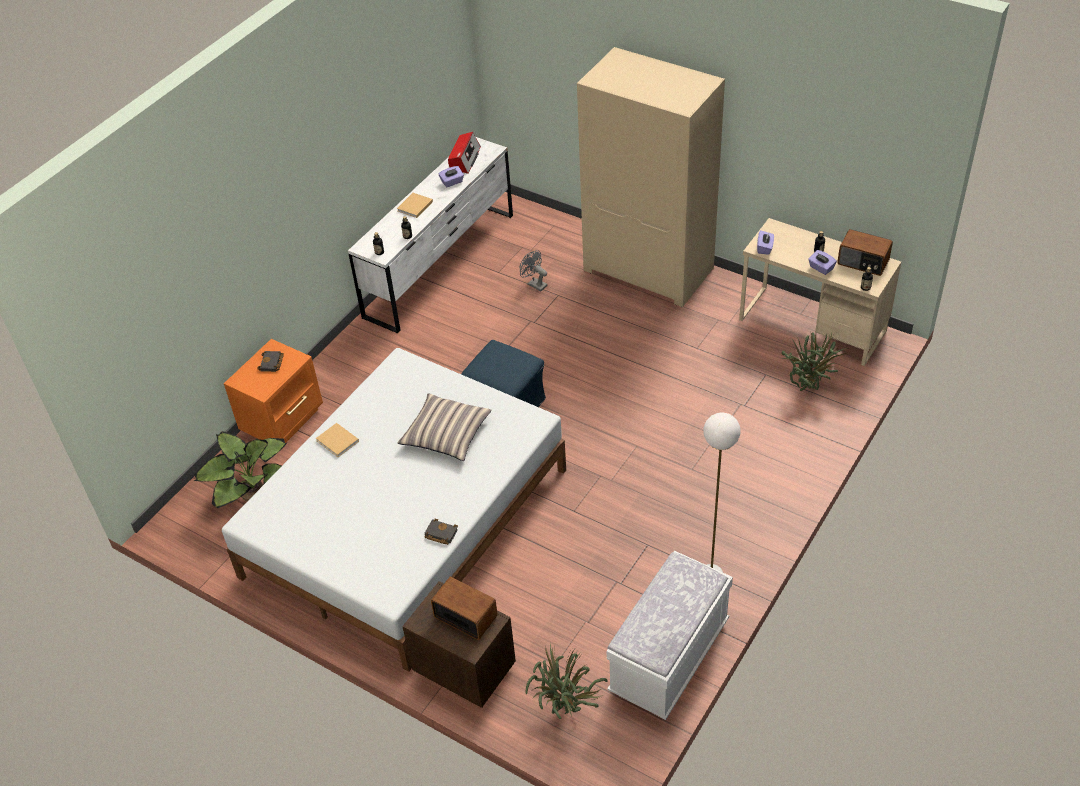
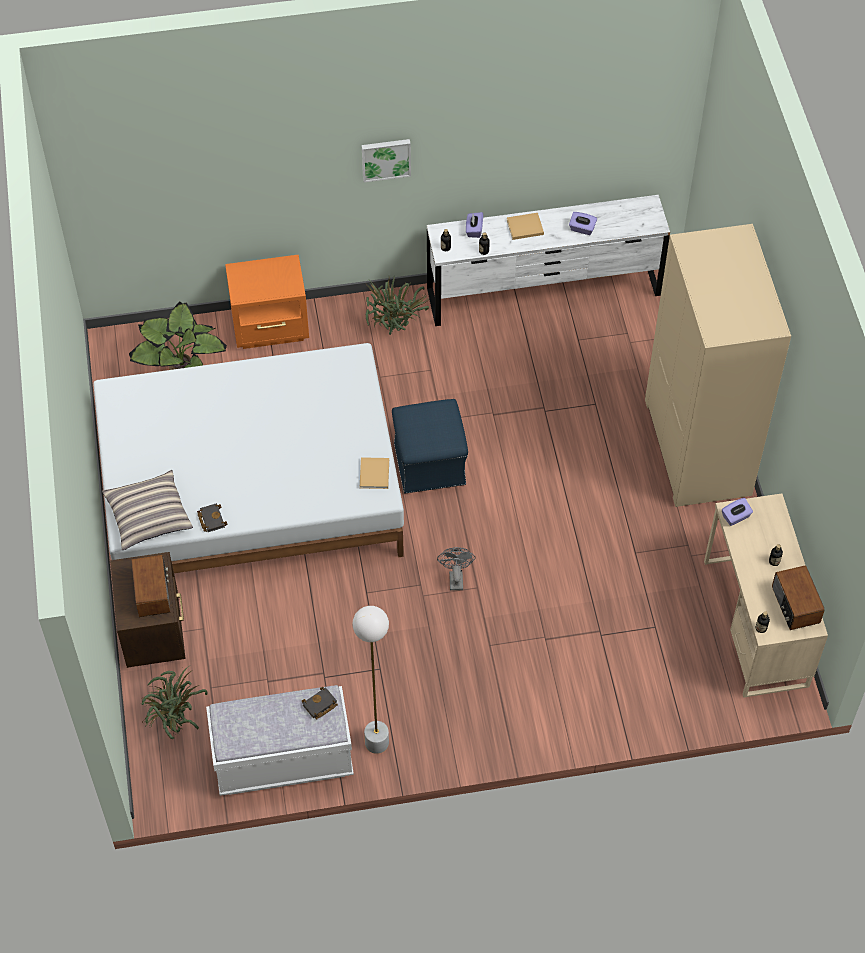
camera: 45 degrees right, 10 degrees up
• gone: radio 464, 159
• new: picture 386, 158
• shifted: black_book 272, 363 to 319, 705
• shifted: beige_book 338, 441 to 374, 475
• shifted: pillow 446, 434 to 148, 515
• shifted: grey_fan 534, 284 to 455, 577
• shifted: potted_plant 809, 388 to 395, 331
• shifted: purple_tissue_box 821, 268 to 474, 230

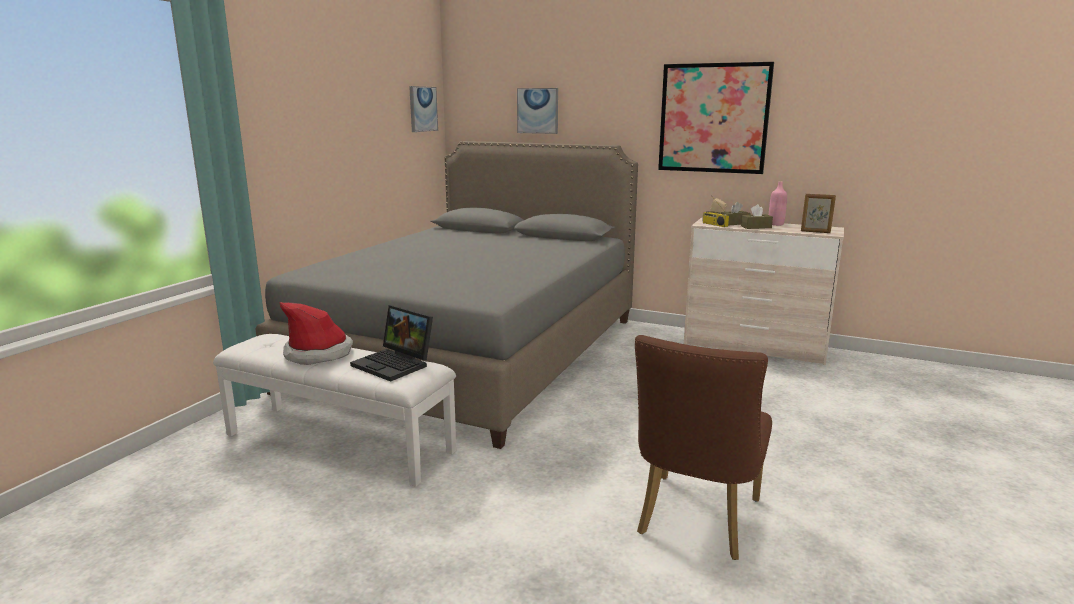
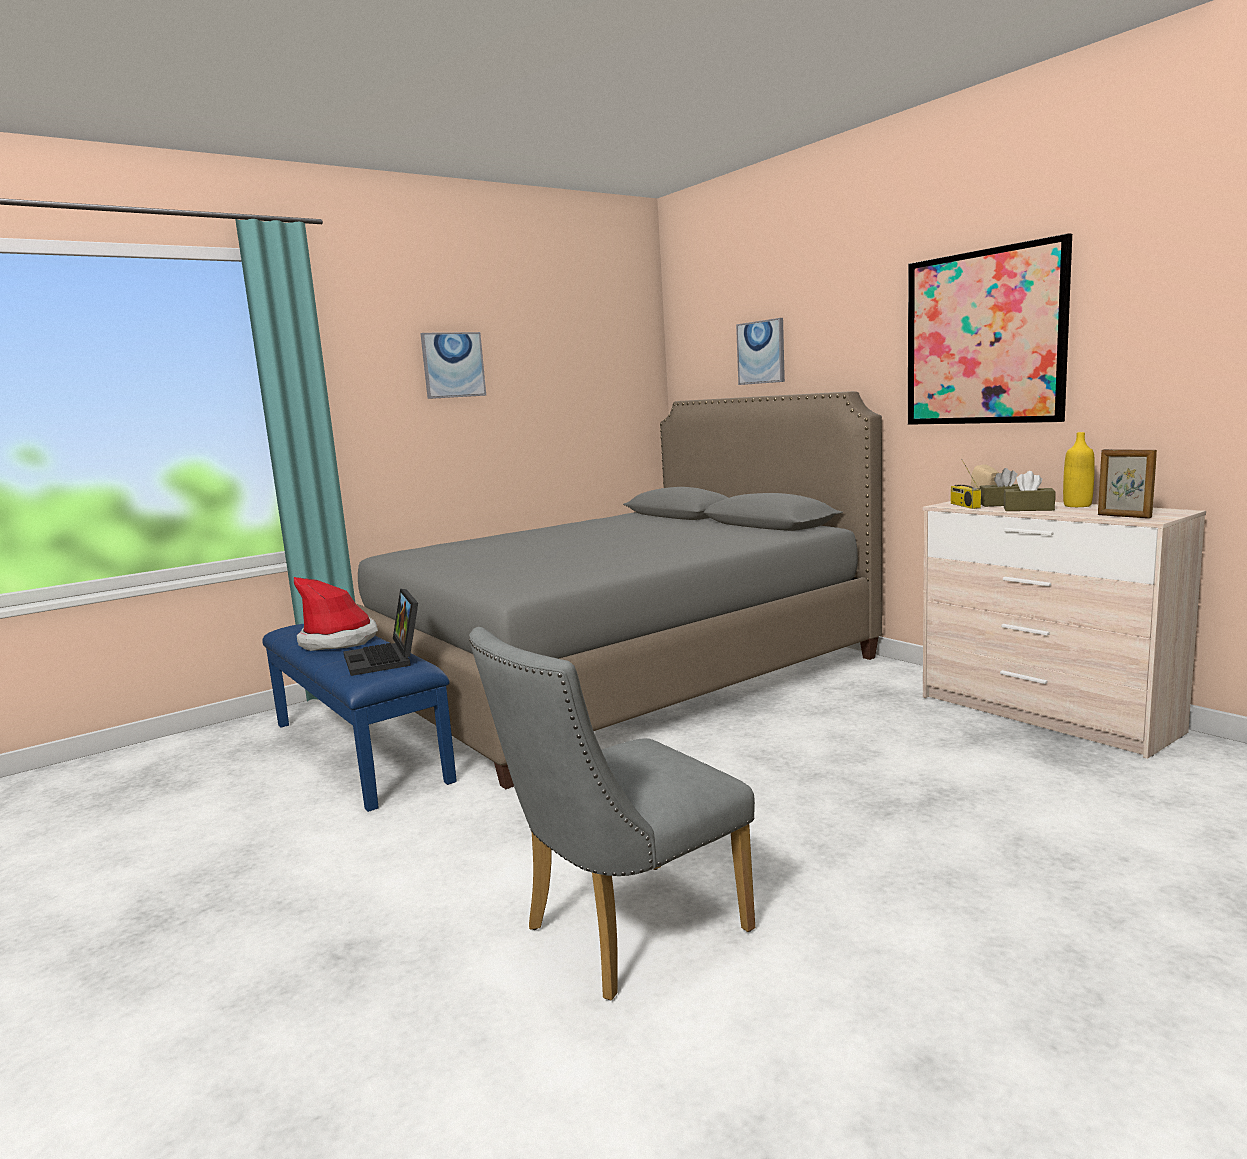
camera: 30 degrees right, 5 degrees down
• shifted: picture 423, 109 to 453, 365
• repainted: white_bench 340, 442 to blue_bench 360, 750
• repainted: brown_chair 695, 522 to grey_chair 622, 934
• repainted: pink_bottle 775, 224 to yellow_bottle 1077, 505

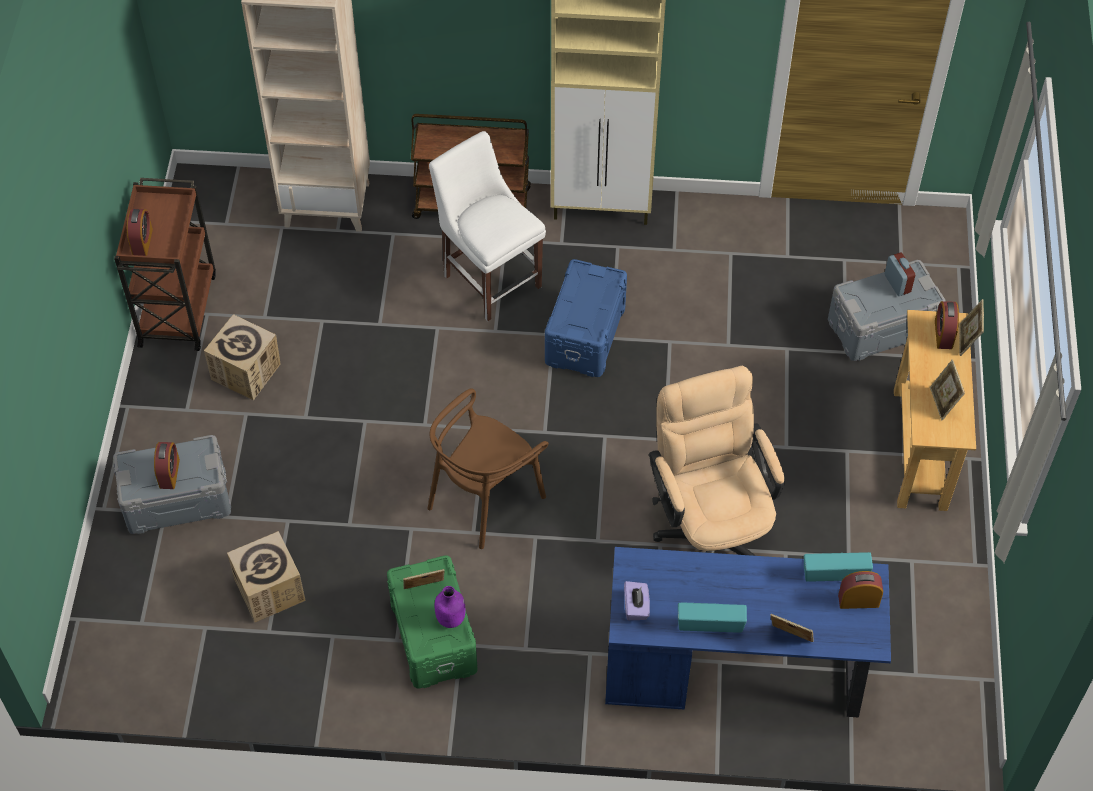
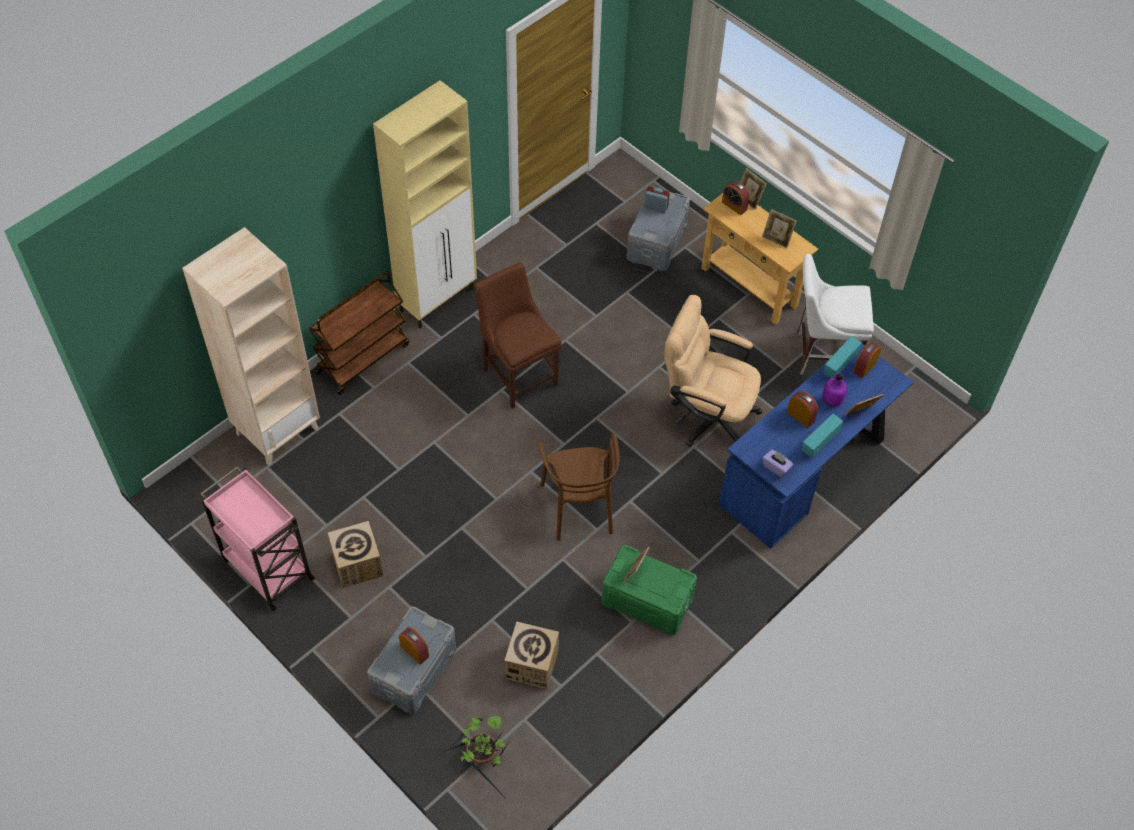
camera: 50 degrees left, 0 degrees up
• new: potted_plant 483, 756
• shifted: alarm_clock 142, 241 to 800, 416
• shifted: white_chair 489, 278 to 822, 353
• shifted: purple_bottle 451, 618 to 832, 401
• swapped: blue_storage_box 586, 334 to brown_chair 518, 374
• repainted: brown_cart 178, 308 to pink_cart 266, 567

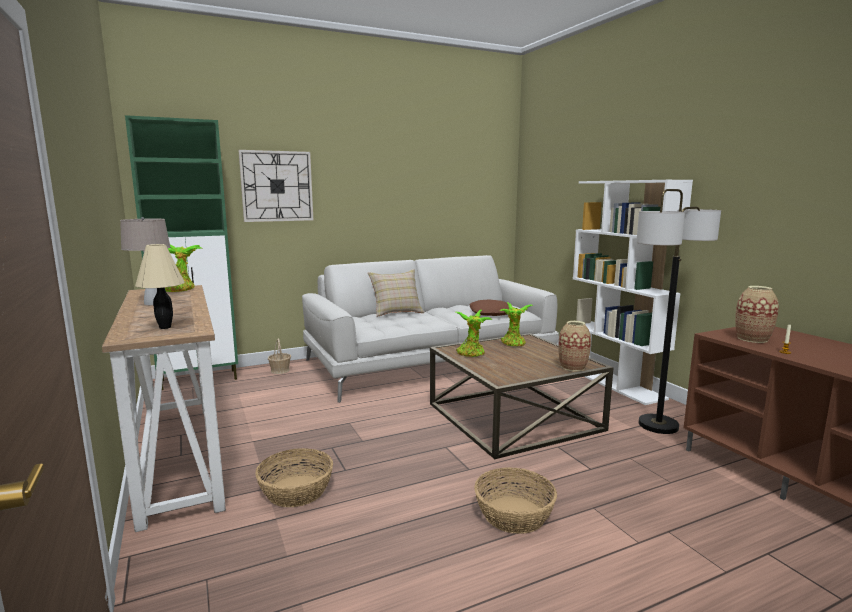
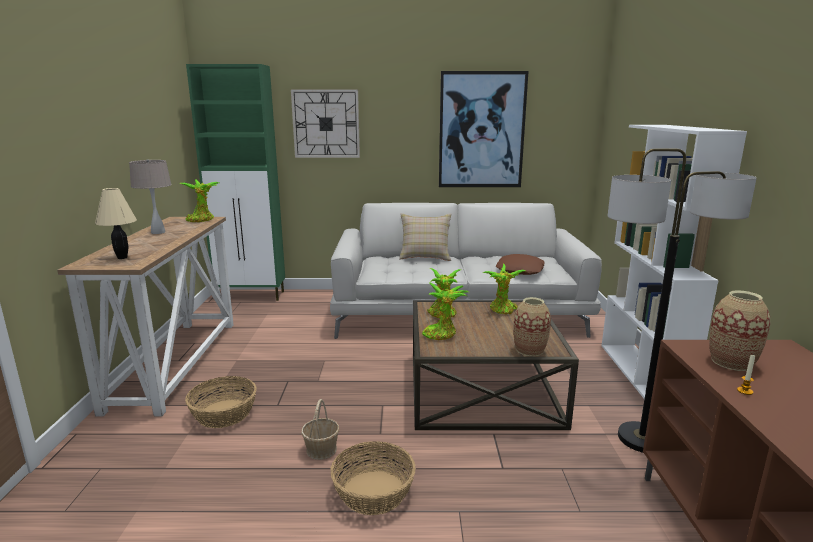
camera: 25 degrees right, 5 degrees up
• new: potted_plant 442, 334
• new: picture 481, 130
• shifted: basket 280, 370 to 321, 449

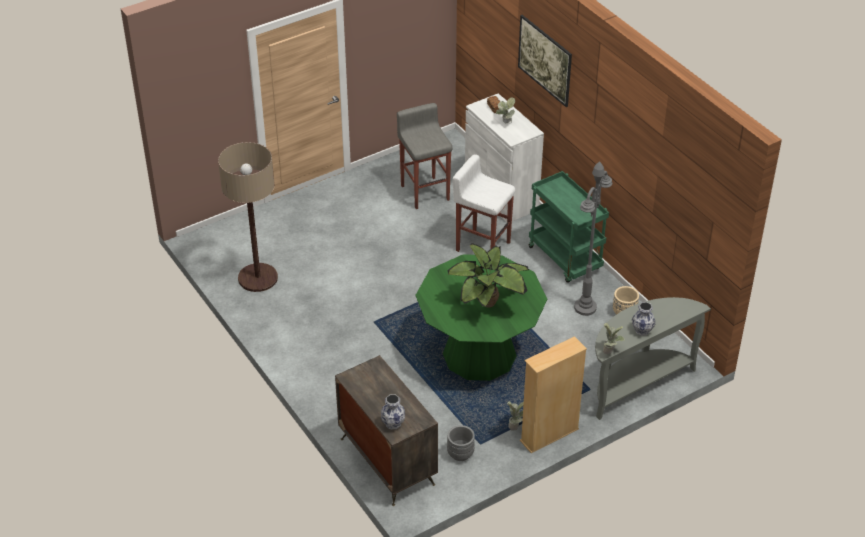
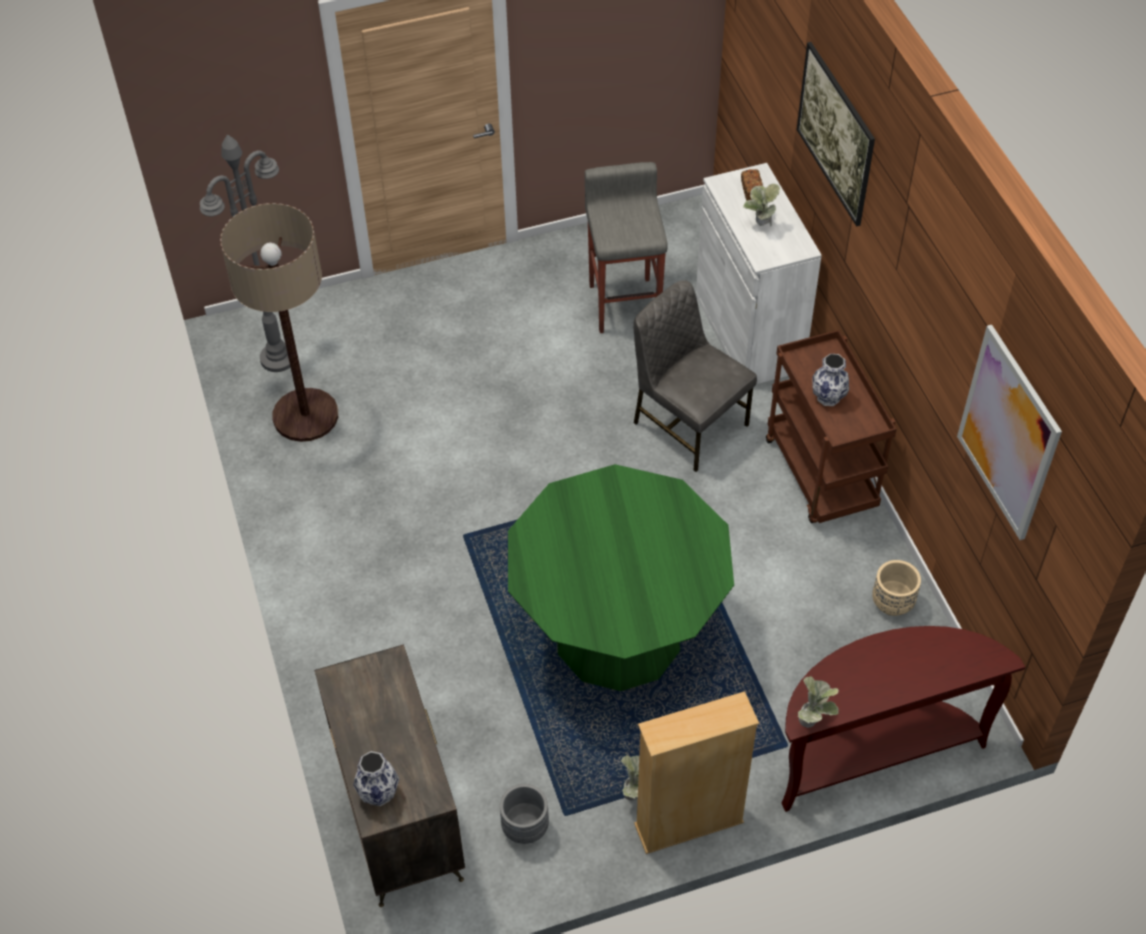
camera: 15 degrees right, 10 degrees up
• gone: potted_plant 489, 304
• new: picture 1008, 433
• shifted: grey_floor_lamp 585, 307 to 278, 358
• shifted: vase 641, 331 to 827, 397
• swapped: white_stool 482, 246 to grey_chair 688, 423
• repainted: green_cart 566, 259 to brown_cart 822, 476
• repainted: grey_console_table 637, 383 to brown_console_table 873, 751

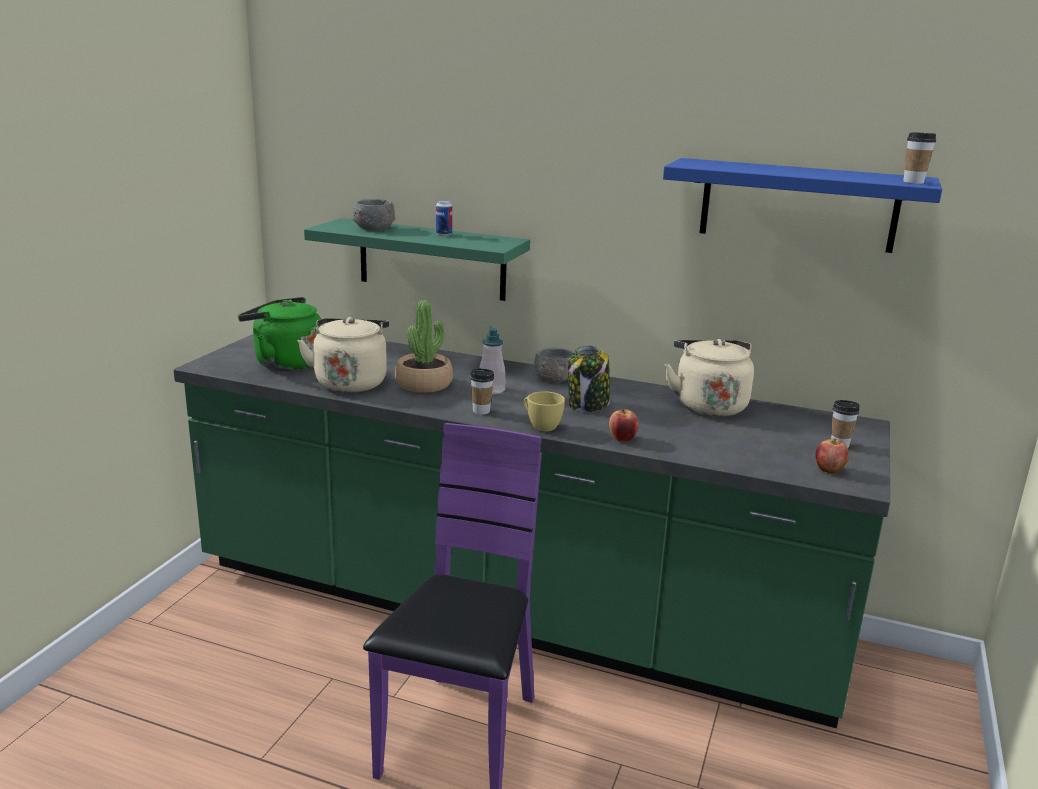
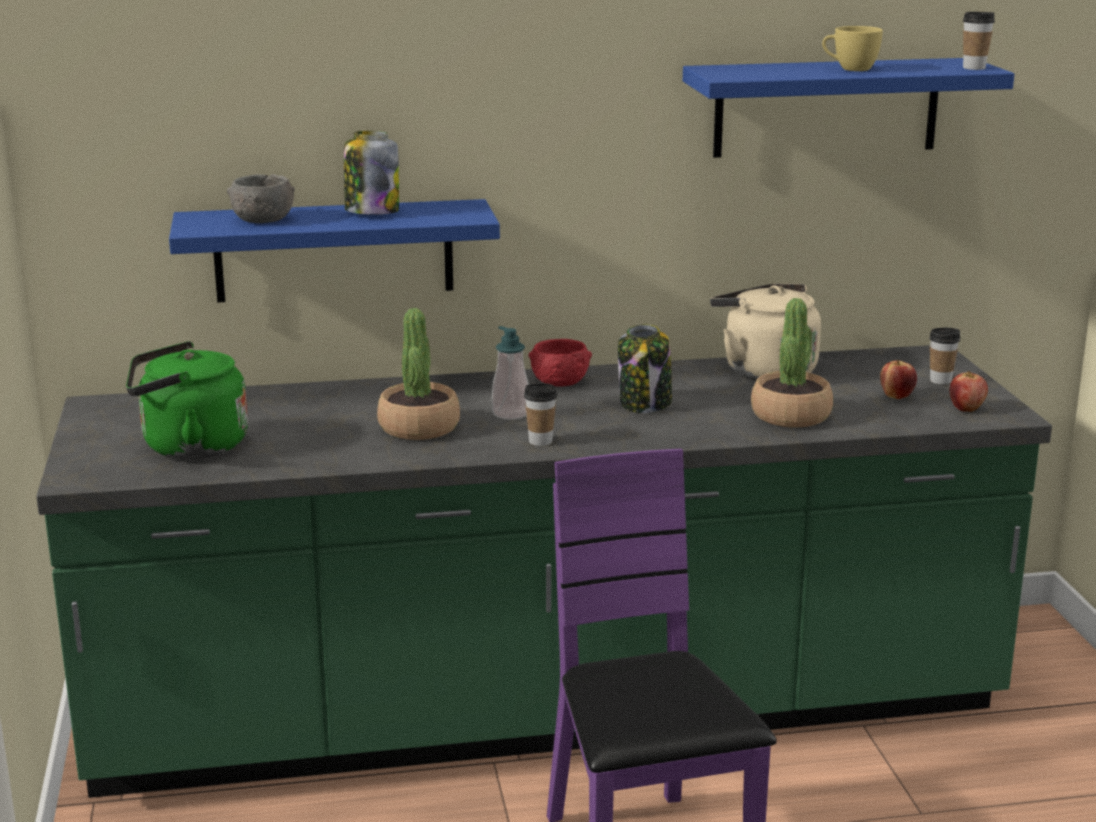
camera: 30 degrees left, 0 degrees up
• gone: beige_kettle 350, 382
• new: potted_plant 791, 415
• shifted: yellow_cup 540, 426 to 850, 69
• shifted: apple 622, 439 to 896, 396
• swapped: can 443, 234 to jar 371, 211
• repainted: green_shelf 431, 259 to blue_shelf 334, 250
• repainted: grey_bowl 554, 378 to red_bowl 560, 382

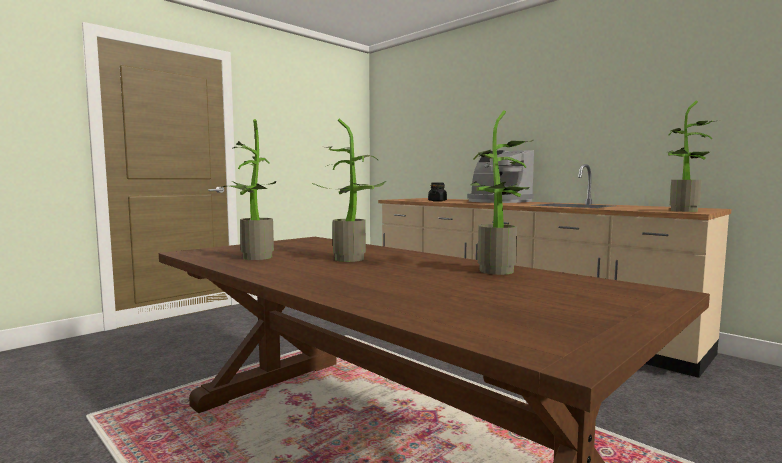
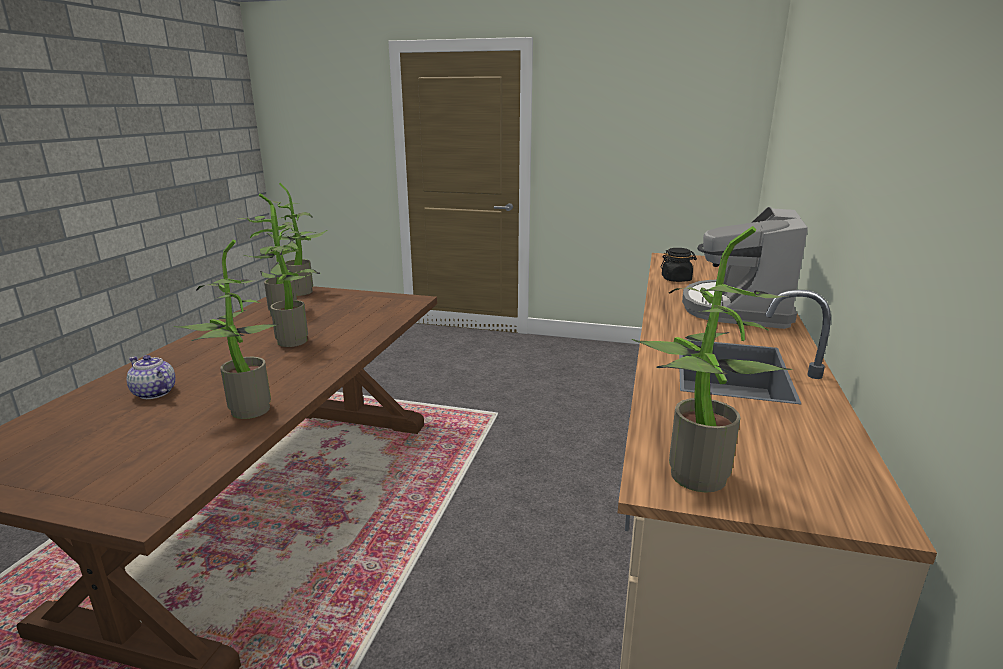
camera: 60 degrees right, 15 degrees up
• new: teapot 154, 393
• new: potted_plant 304, 291

